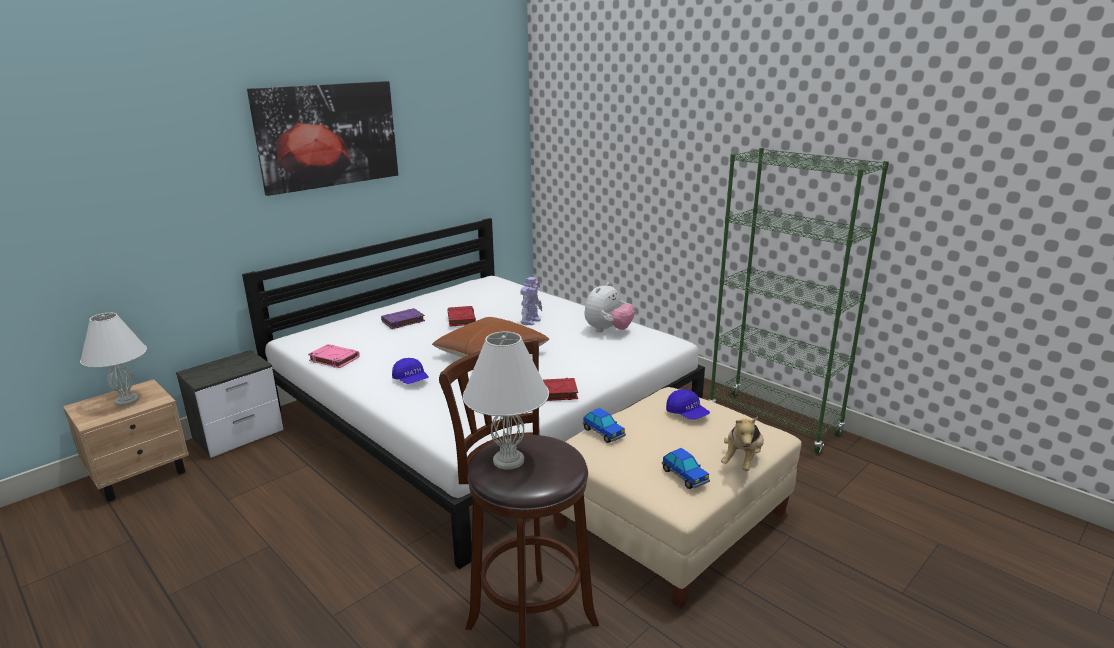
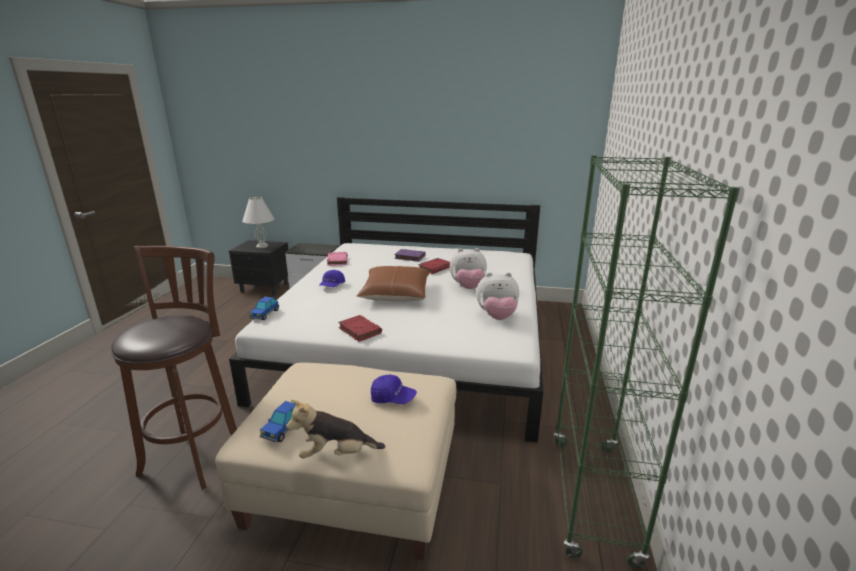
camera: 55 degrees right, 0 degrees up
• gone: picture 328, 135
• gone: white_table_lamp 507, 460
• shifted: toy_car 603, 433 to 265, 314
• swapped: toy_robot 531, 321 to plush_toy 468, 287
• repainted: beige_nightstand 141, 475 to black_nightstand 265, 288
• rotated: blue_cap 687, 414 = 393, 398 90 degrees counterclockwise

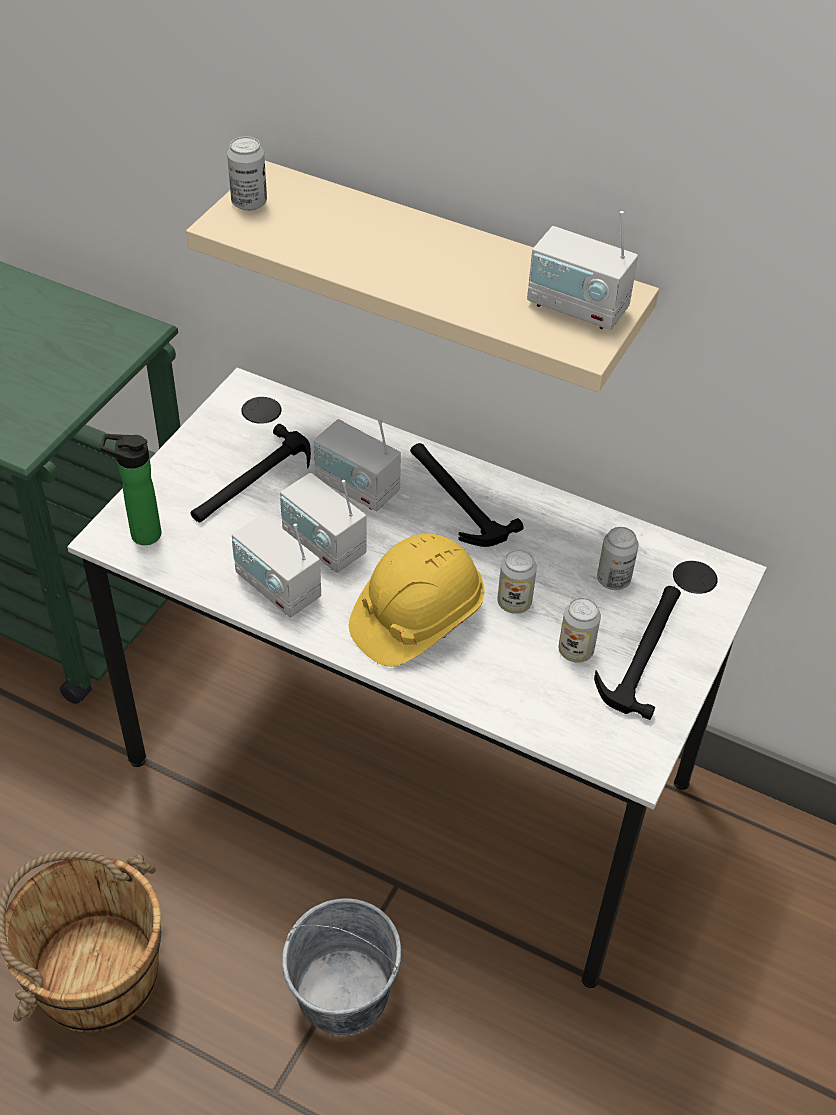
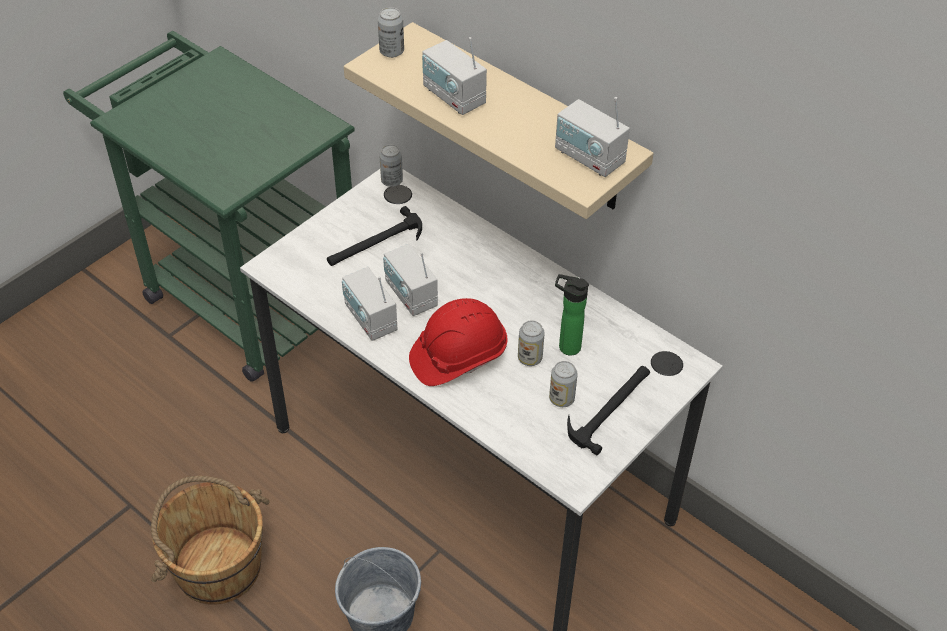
camera: 15 degrees right, 0 degrees up
• gone: hammer 455, 497
• shifted: bottle 141, 534 to 566, 346
• shifted: radio 357, 487 to 453, 97
• shifted: can 613, 580 to 392, 181
• repainted: yellow_hard_hat 416, 617 to red_hard_hat 458, 356

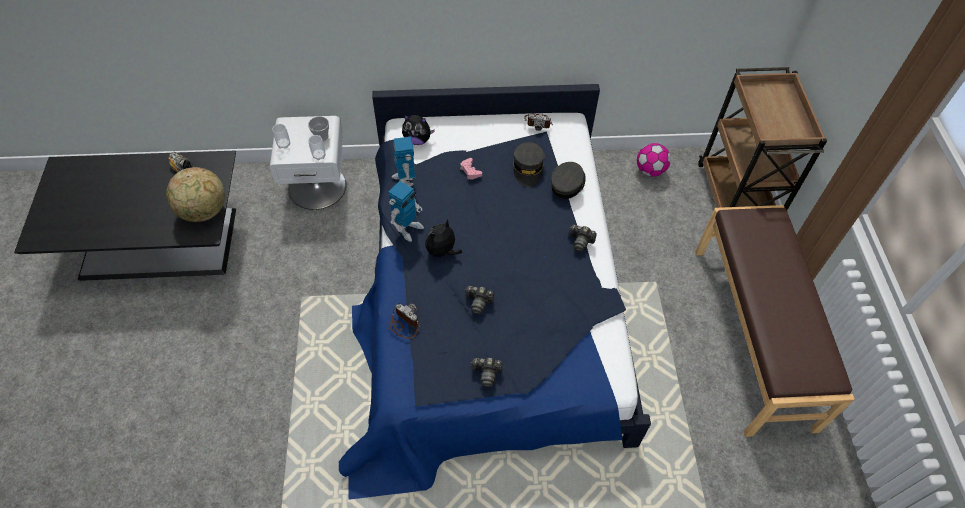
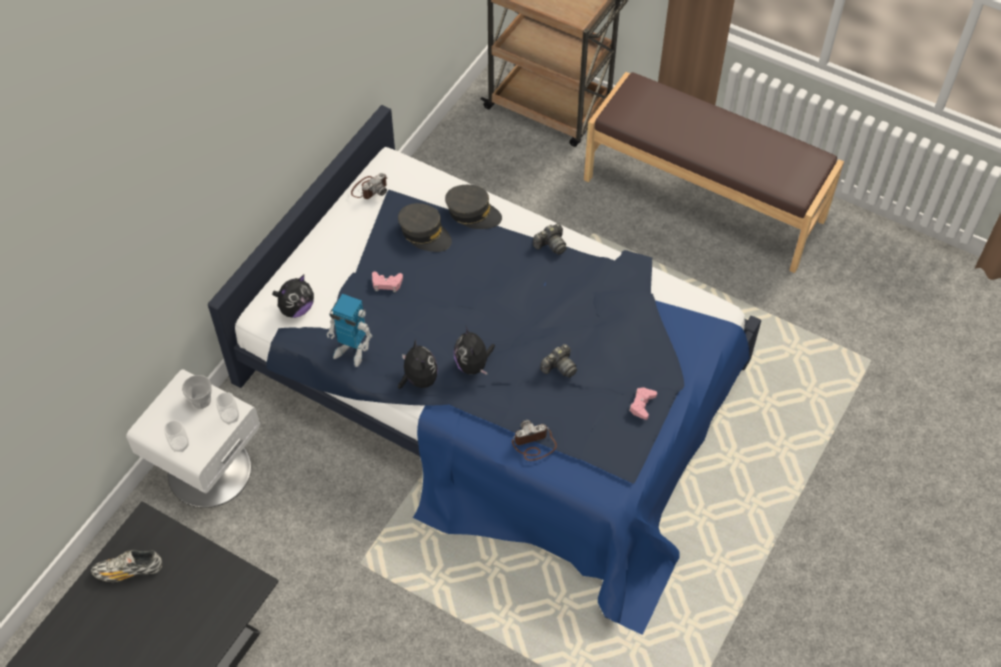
camera: 55 degrees left, 0 degrees up
• gone: globe 204, 211
• gone: football 650, 170
• swapped: toy_robot 407, 228 to plush_toy 419, 379
• swapped: photo_camera 486, 374 to pink_game_controller 642, 405
• rotated: grey_cap 567, 184 = 473, 213 135 degrees clockwise

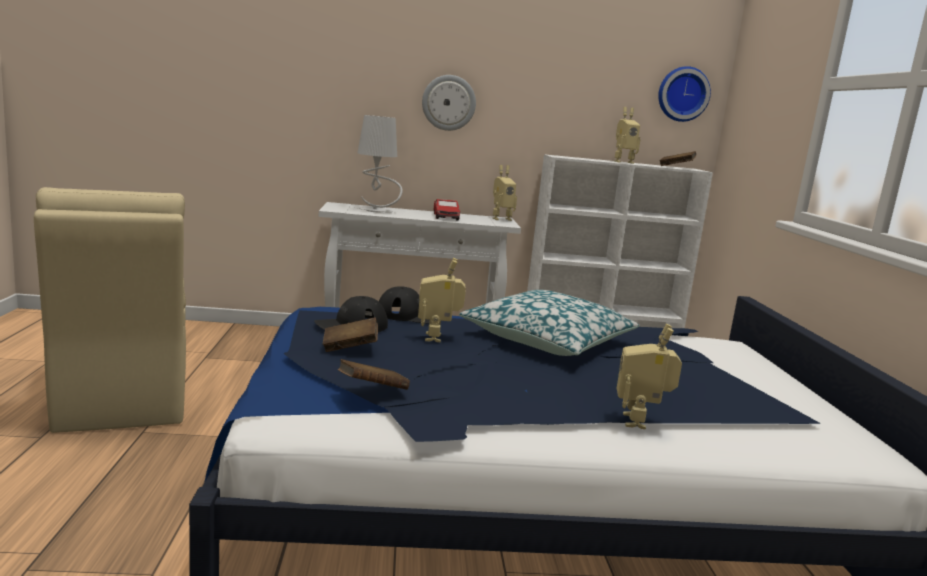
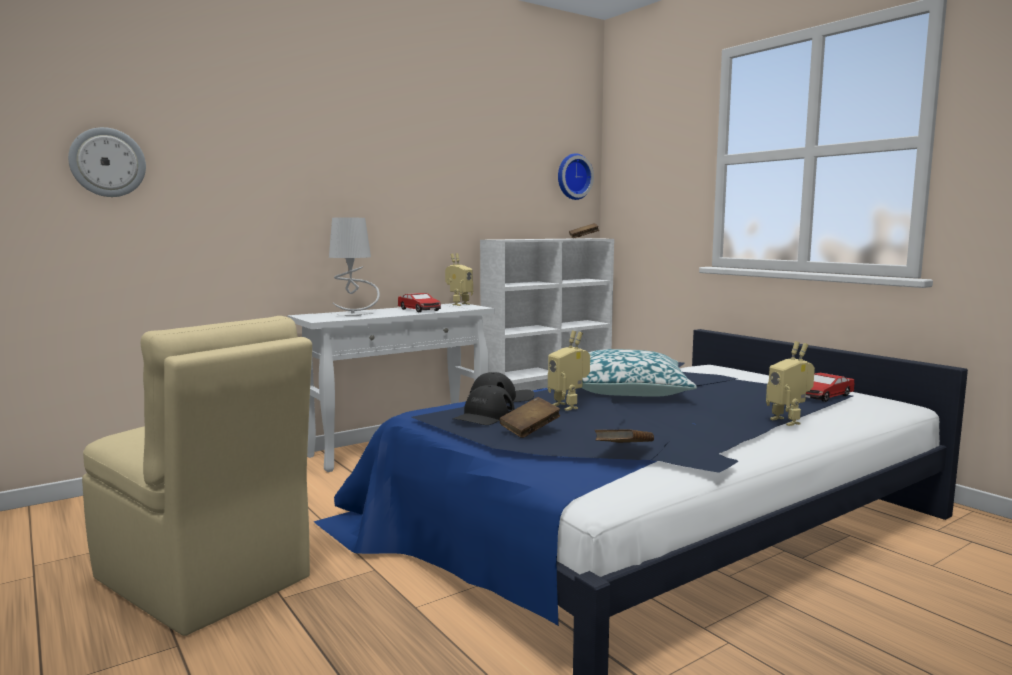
camera: 30 degrees left, 5 degrees down
• gone: toy_robot 622, 162
• new: toy_car 823, 396
• shifted: wall_clock 449, 103 to 107, 162

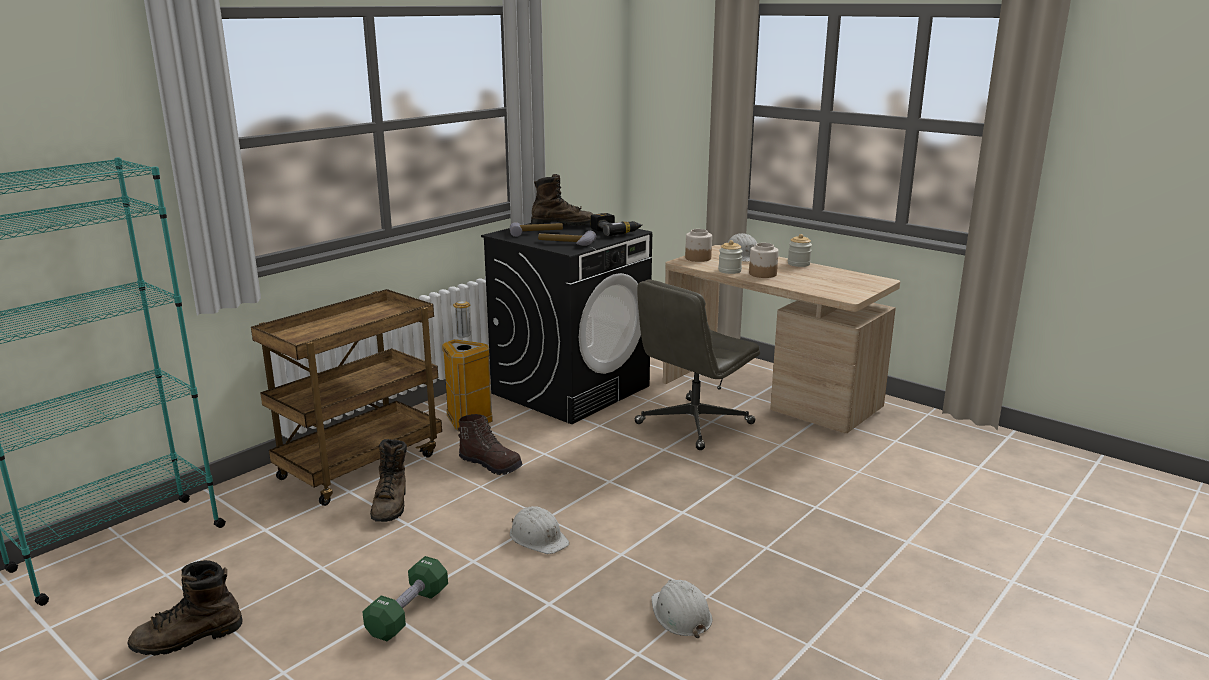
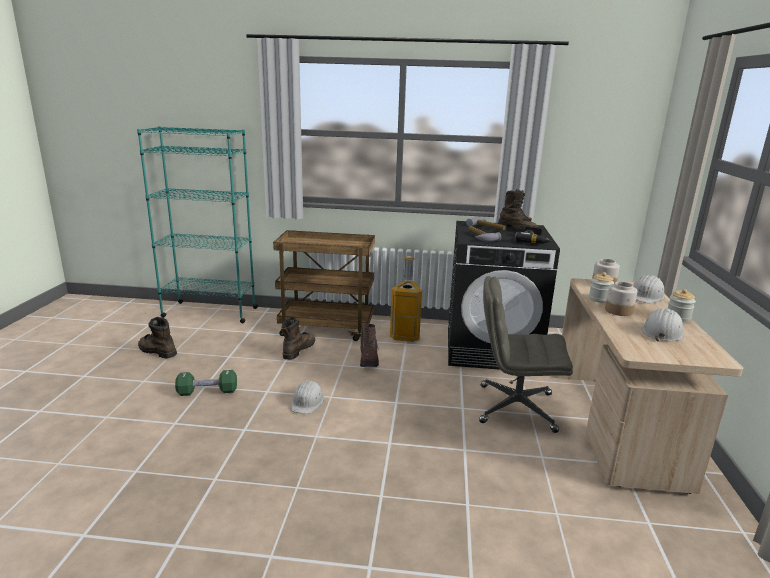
camera: 55 degrees right, 0 degrees up
• shifted: white_hard_hat 680, 614 to 662, 332
• rotated: brown_boot 391, 505 = 298, 350 150 degrees clockwise

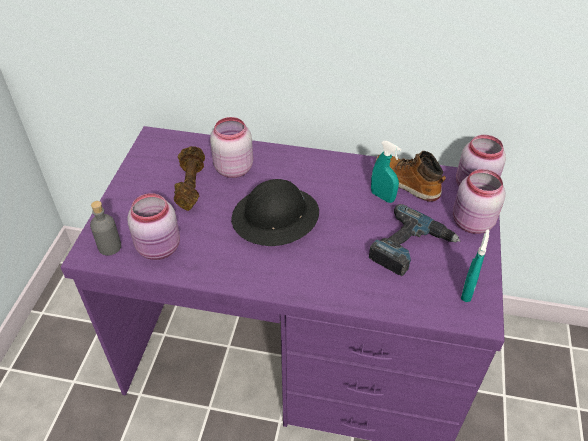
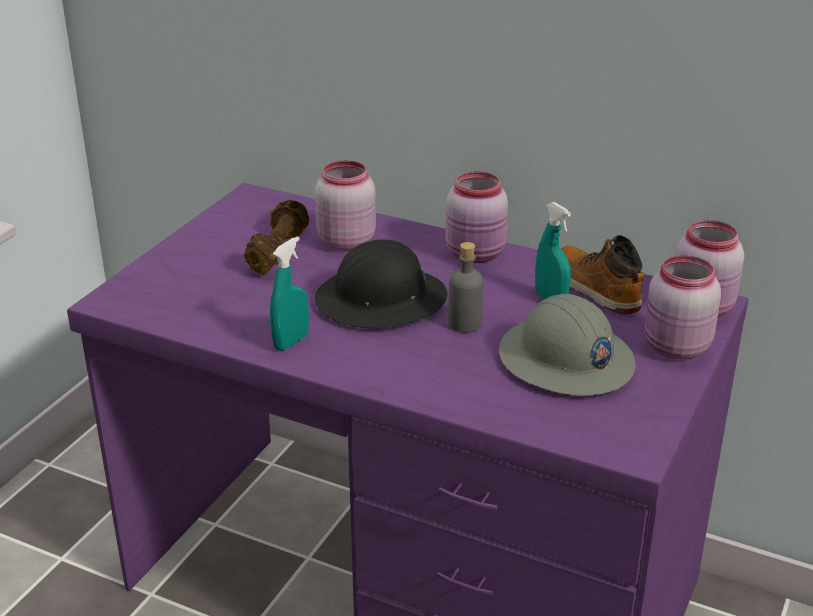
camera: 15 degrees right, 15 degrees down
• shifted: grey_bottle 110, 247 to 464, 324
• shifted: pink_jar 160, 248 to 476, 254
• shifted: turquoise_spray_bottle 467, 291 to 291, 342
• swapped: power_drill 410, 247 to grey_hard_hat 565, 361

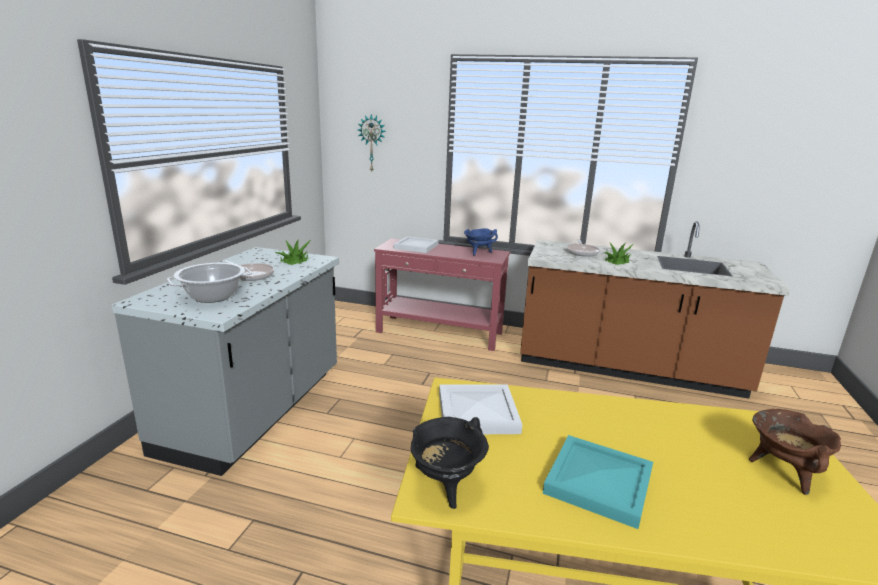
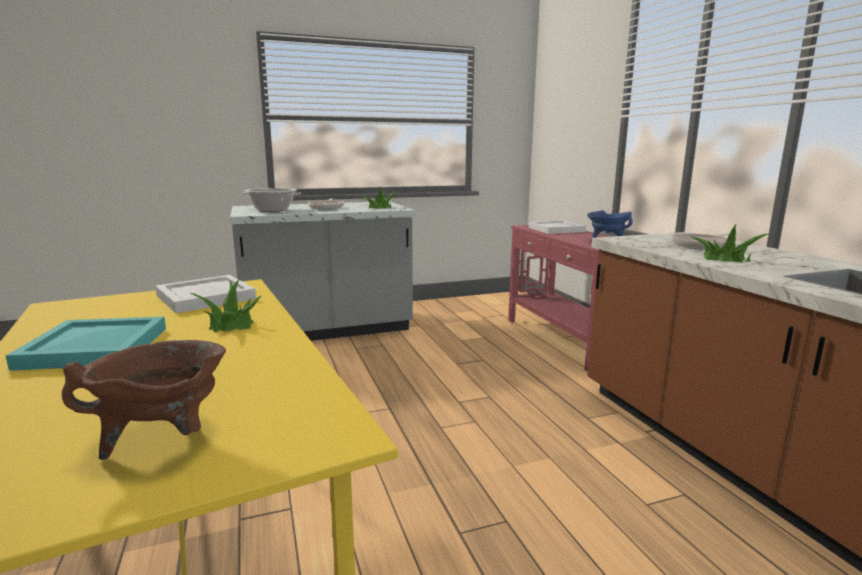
camera: 55 degrees right, 5 degrees down
• gone: wall_clock 372, 143
• gone: black_cooking_pot 446, 486
• new: potted_plant 232, 323

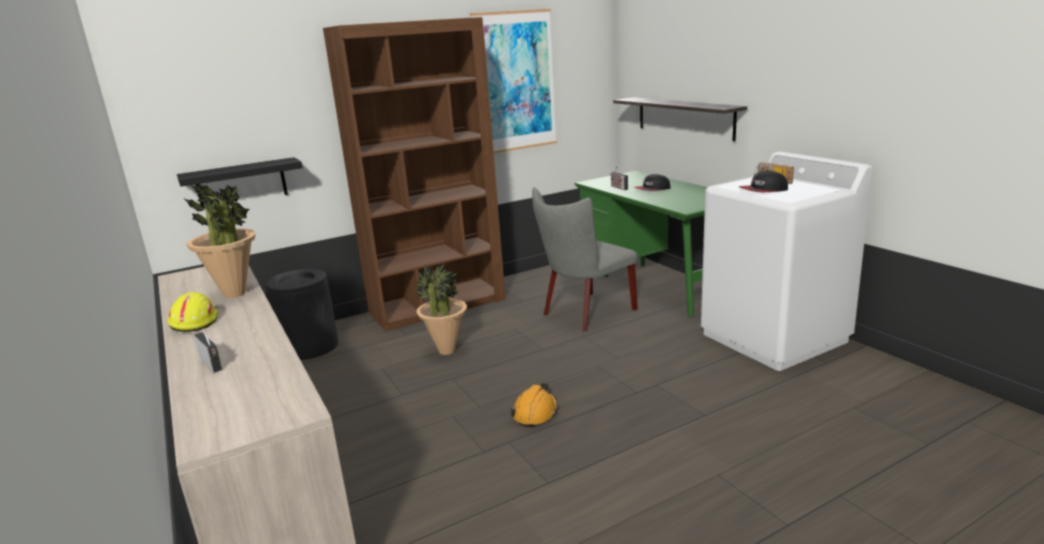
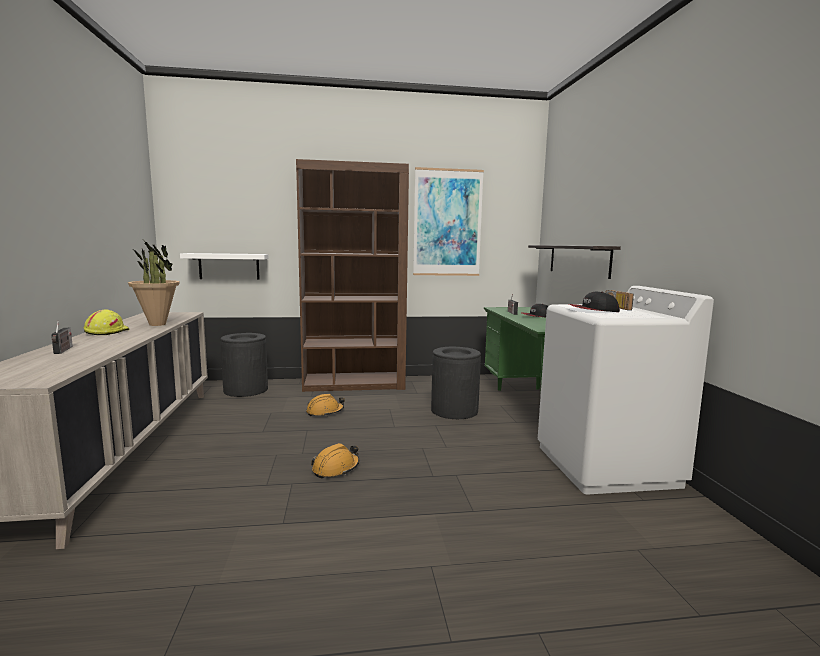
camera: 20 degrees right, 10 degrees down
• swapped: potted_plant 446, 351 to orange_hard_hat 325, 412
• swapped: grey_chair 584, 313 to black_trash_can 454, 410
• repainted: black_shelf 241, 183 to white_shelf 229, 266

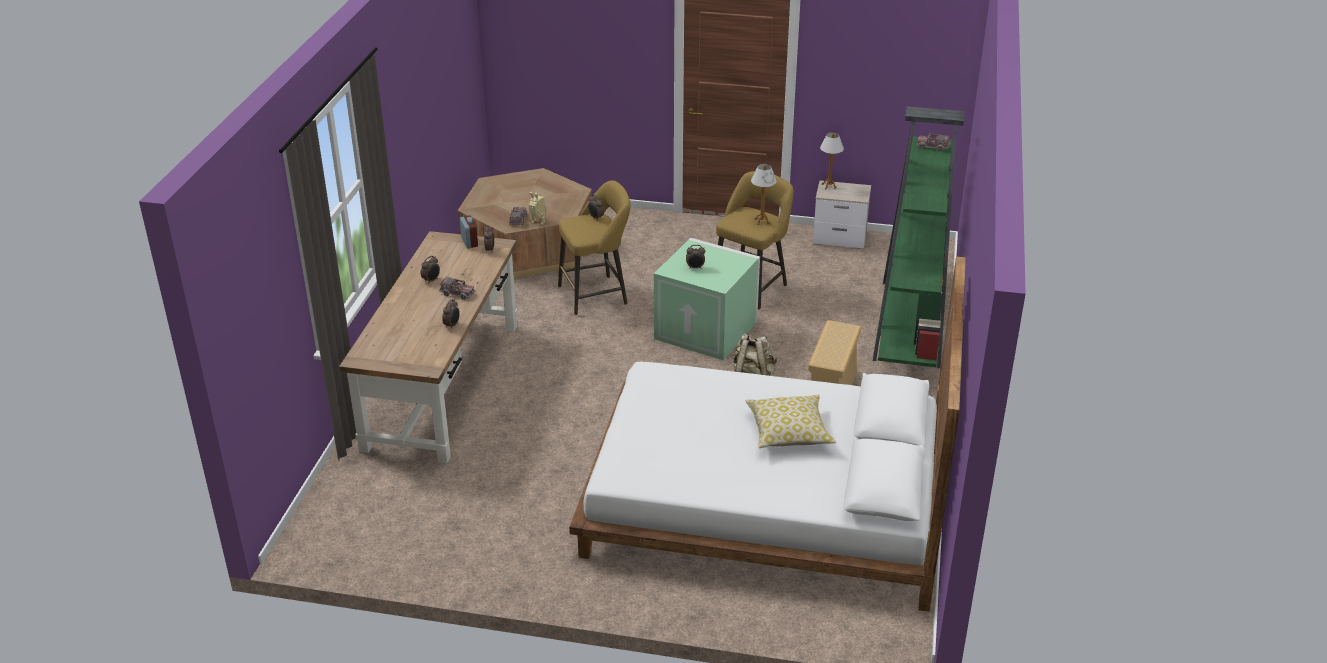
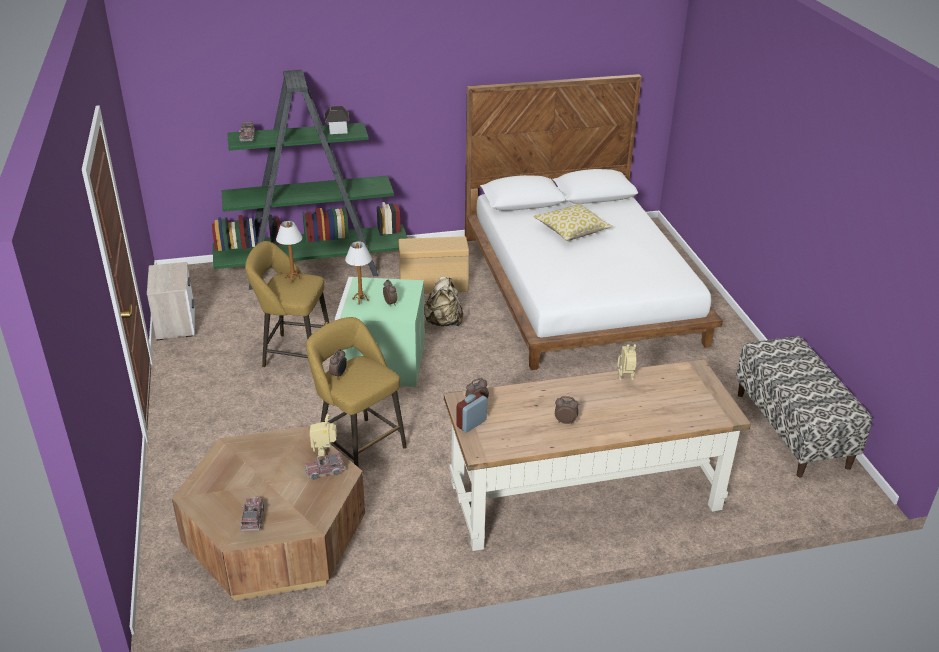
camera: 115 degrees left, 0 degrees up
• new: toy_house 337, 130
• new: bench 792, 430
• shifted: toy_truck 457, 293 to 253, 519
• shifted: table_lamp 828, 186 to 360, 300
• swapped: alarm_clock 452, 325 to toy_robot 626, 379

